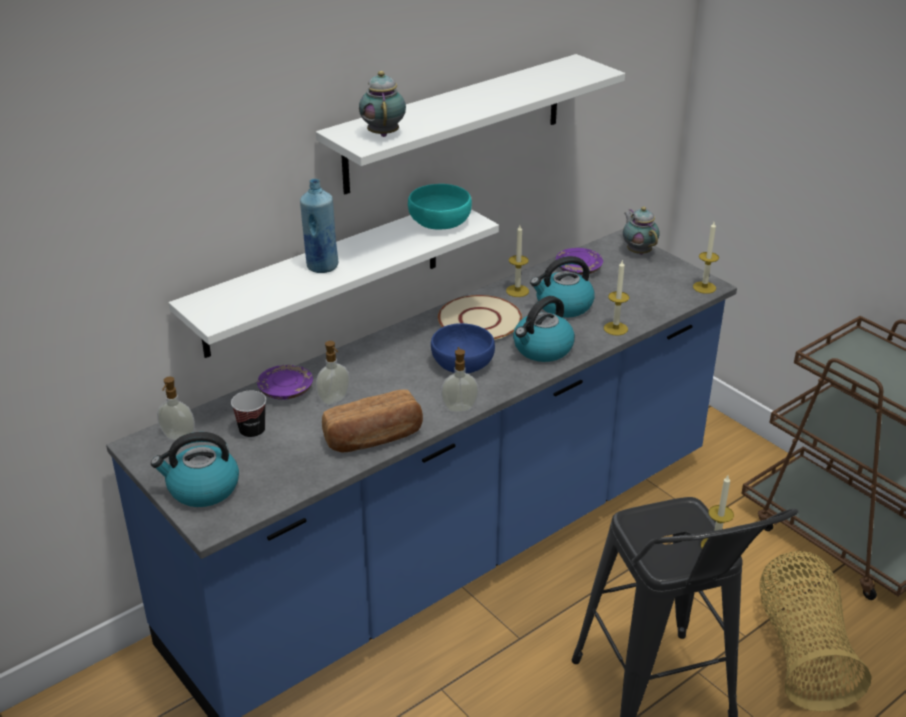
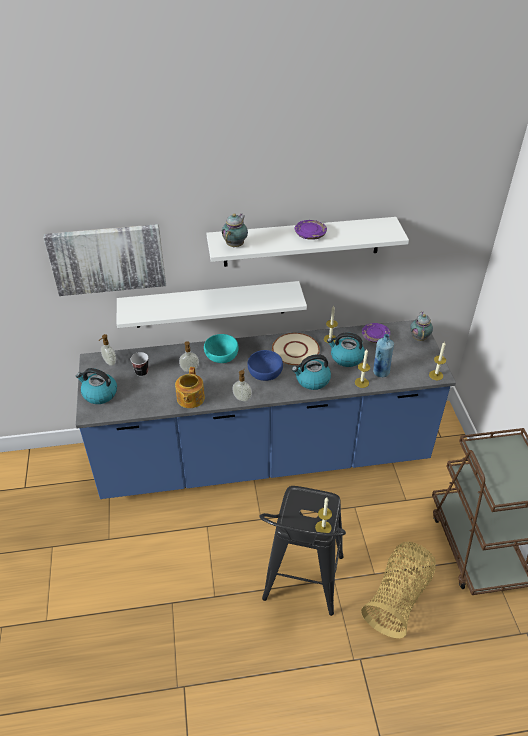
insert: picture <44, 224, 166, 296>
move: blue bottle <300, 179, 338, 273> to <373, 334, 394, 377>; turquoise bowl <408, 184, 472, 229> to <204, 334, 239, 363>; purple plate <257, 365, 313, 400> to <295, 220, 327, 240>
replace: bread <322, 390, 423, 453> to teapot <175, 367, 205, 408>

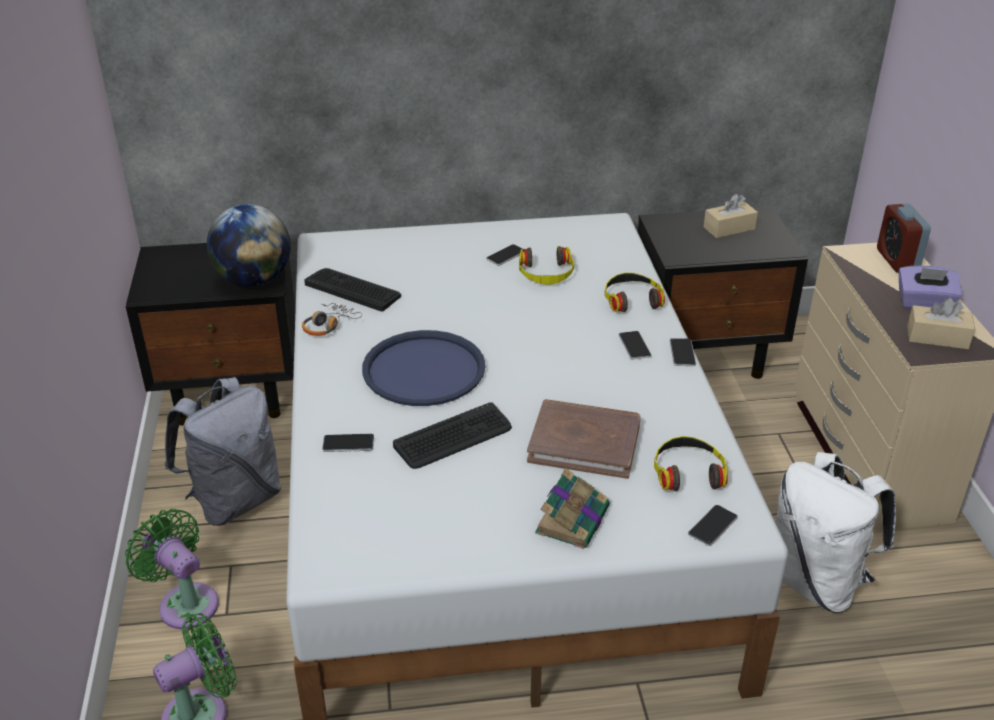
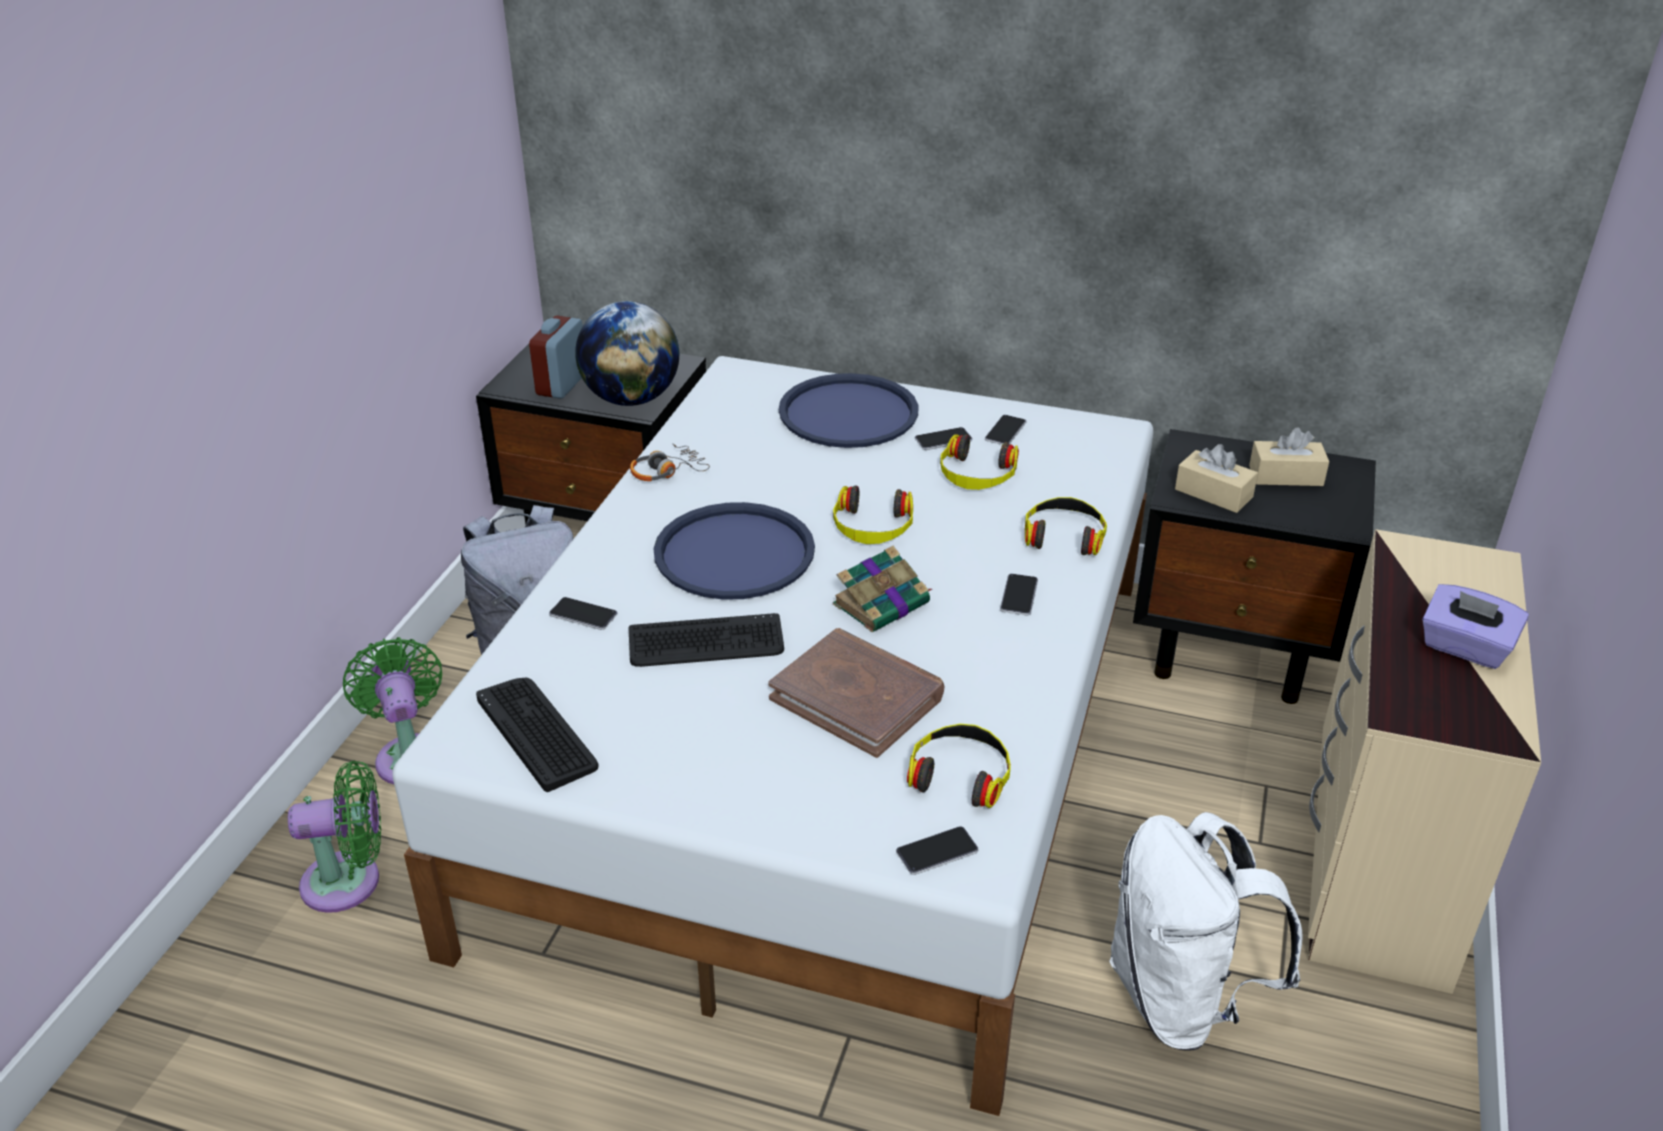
insert: blue tray <779, 373, 918, 448>; headphones <833, 485, 913, 544>
move: alarm clock <877, 204, 931, 273> to <529, 316, 583, 399>; keyboard <304, 268, 401, 311> to <476, 677, 599, 792>; beige tissue box <907, 297, 975, 349> to <1175, 444, 1258, 513>; phone <670, 338, 696, 366> to <985, 415, 1026, 445>; book <535, 468, 610, 549> to <833, 546, 932, 632>

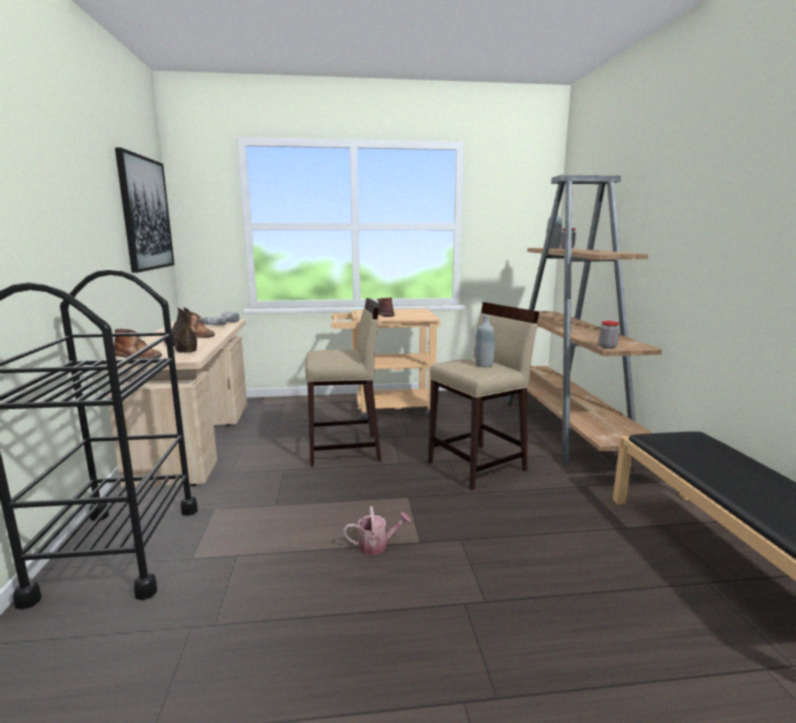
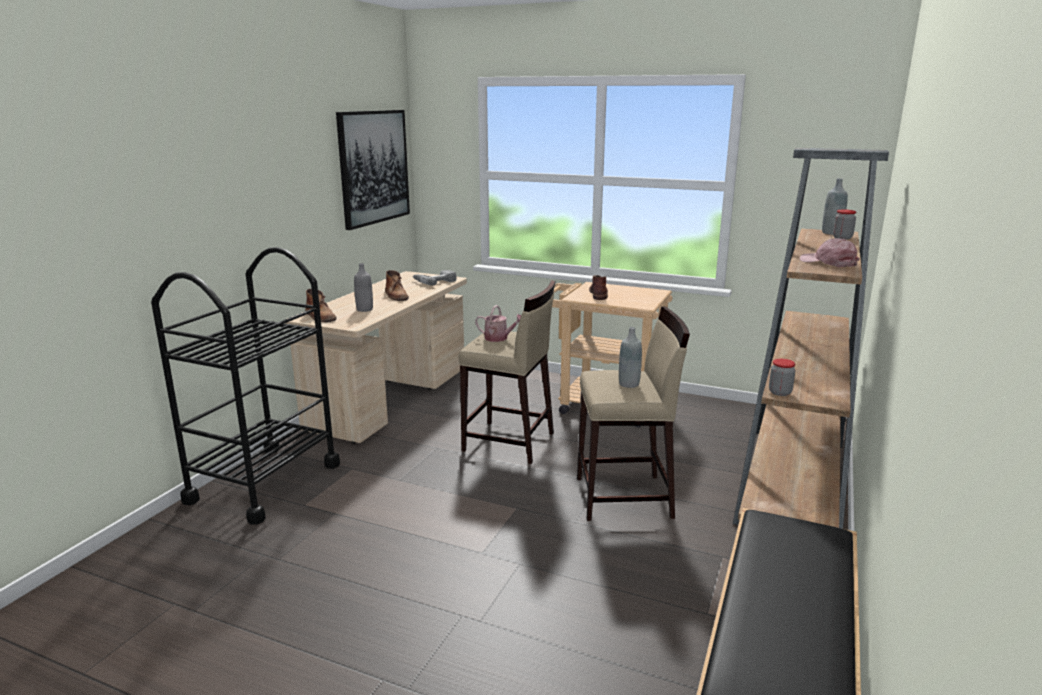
insert: pink cap <800, 238, 860, 267>
move: watering can <343, 506, 411, 555> to <475, 305, 521, 342>
replace: brown boot <164, 308, 197, 353> to grey bottle <354, 263, 373, 312>

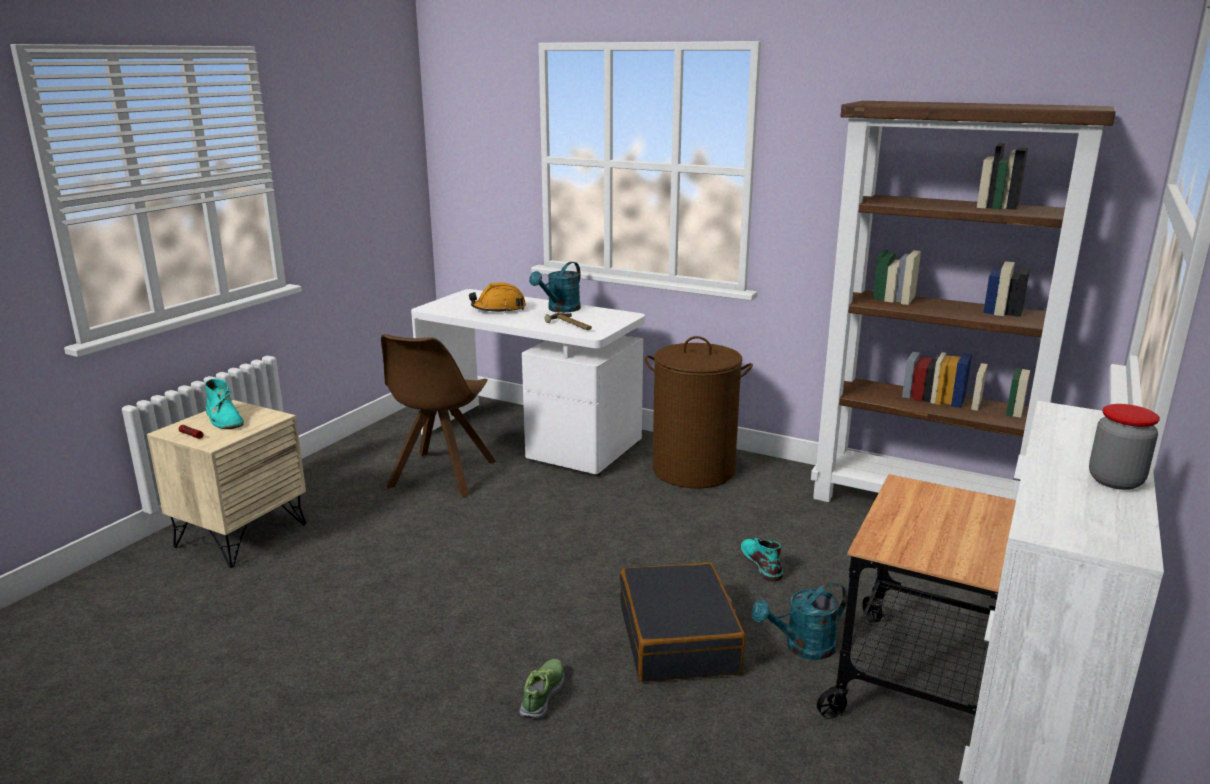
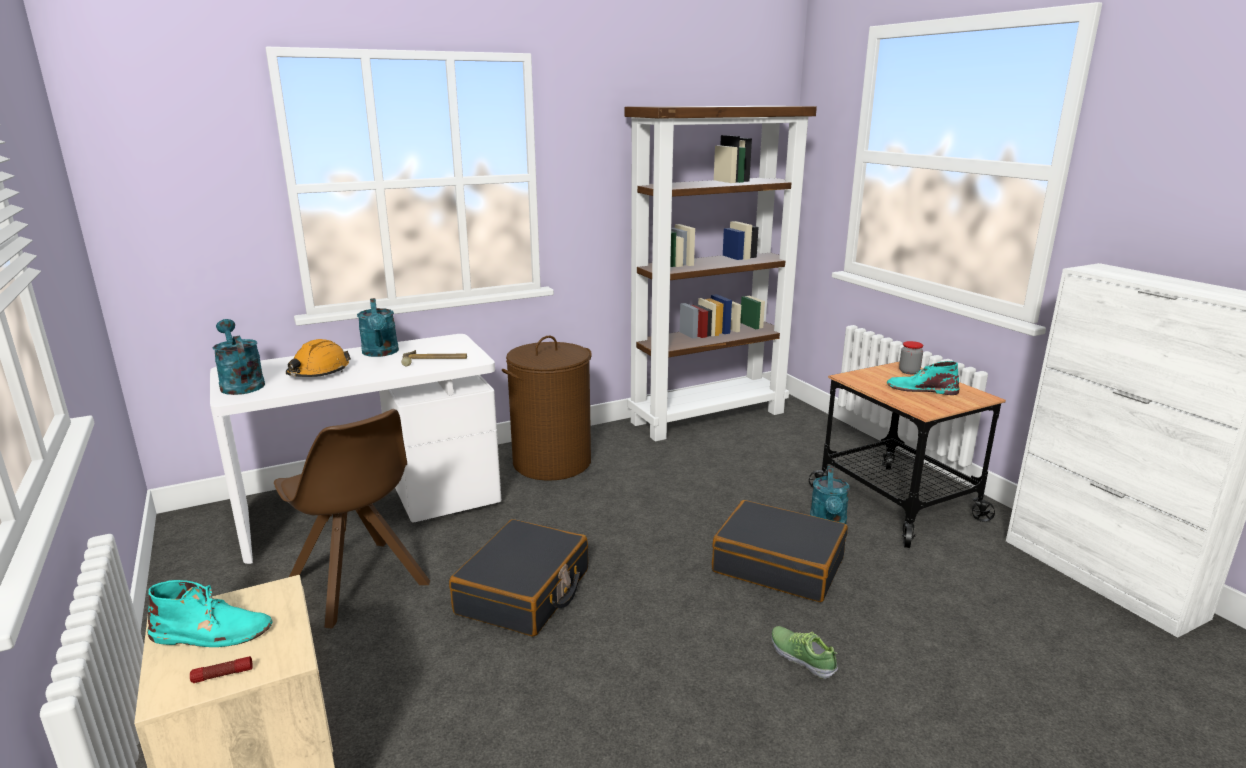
insert: turquoise watering can <213, 319, 265, 395>; black suitcase <449, 519, 588, 637>
move: jar <1089, 404, 1160, 490> to <899, 341, 923, 374>; turquoise boot <741, 538, 783, 582> to <887, 361, 959, 395>

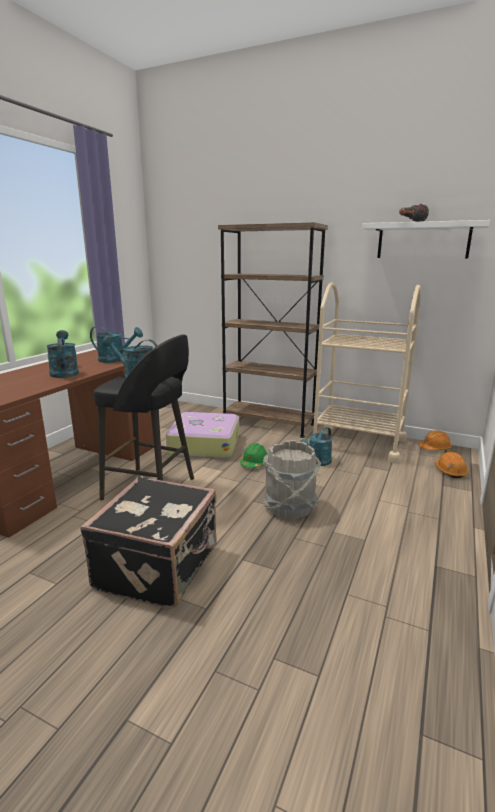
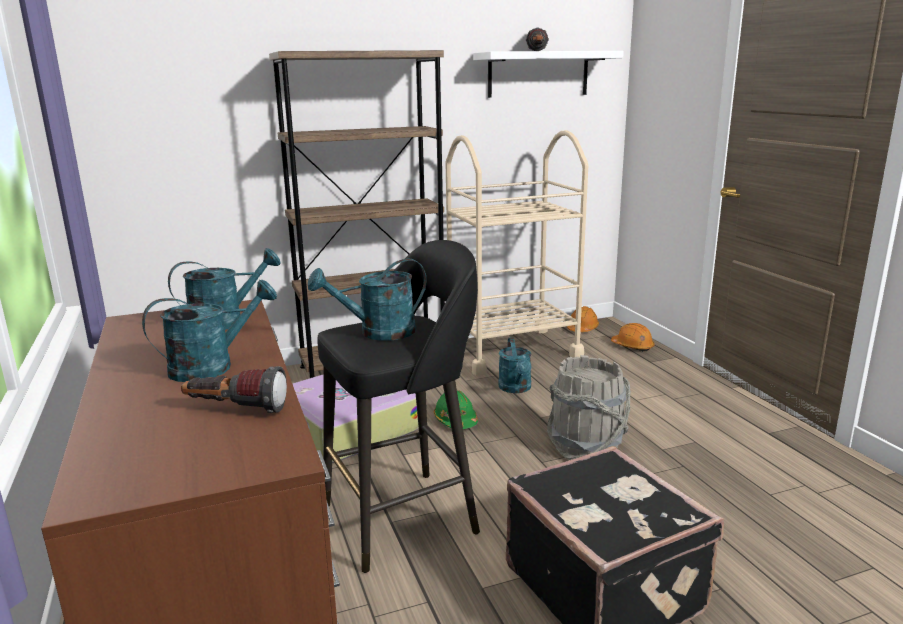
insert: flashlight <181, 366, 287, 413>
rotate: turquoise watering can <46, 330, 79, 378> = <142, 280, 277, 382> 120 degrees clockwise

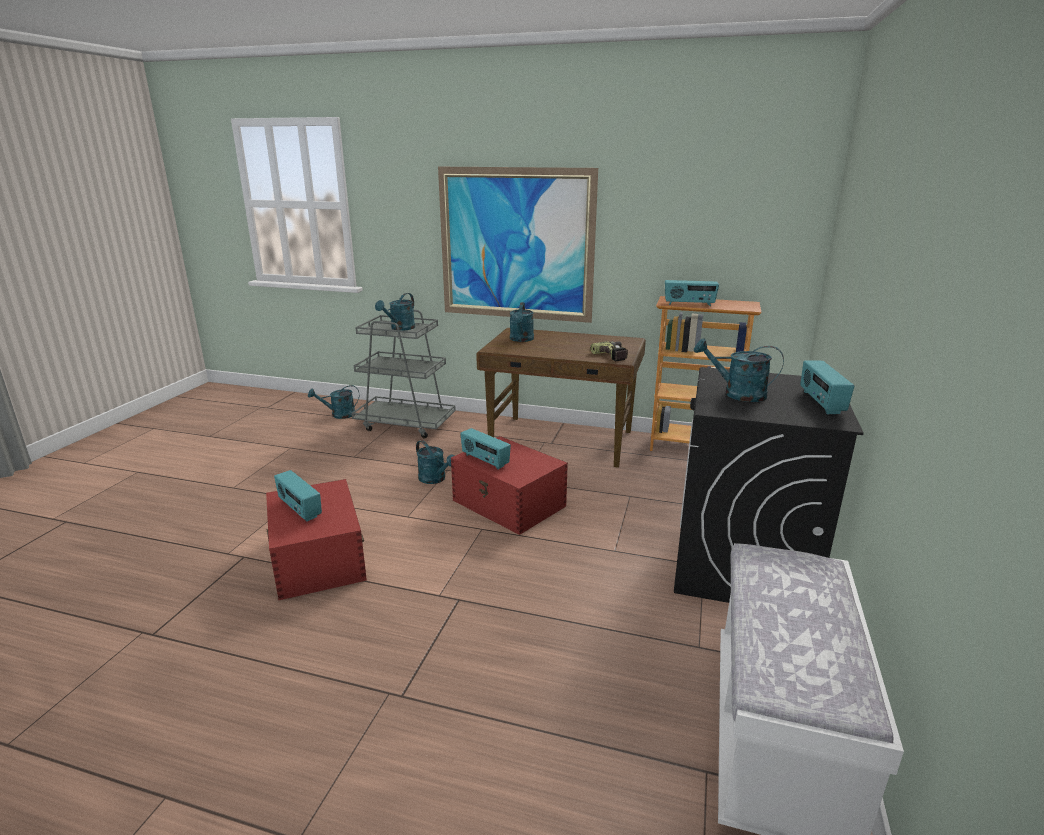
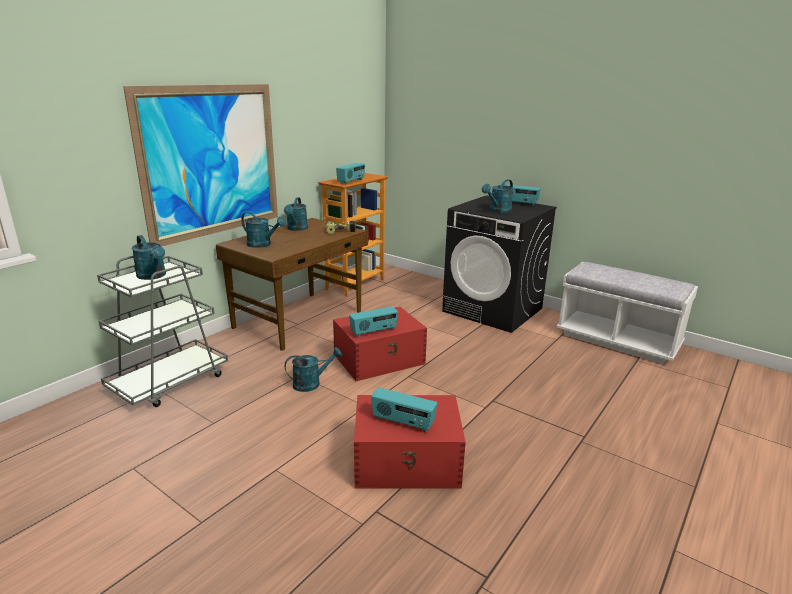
move: turquoise watering can <308, 385, 359, 419> to <284, 197, 308, 231>
rotate: radio <274, 470, 322, 522> = <371, 387, 437, 432> 45 degrees clockwise

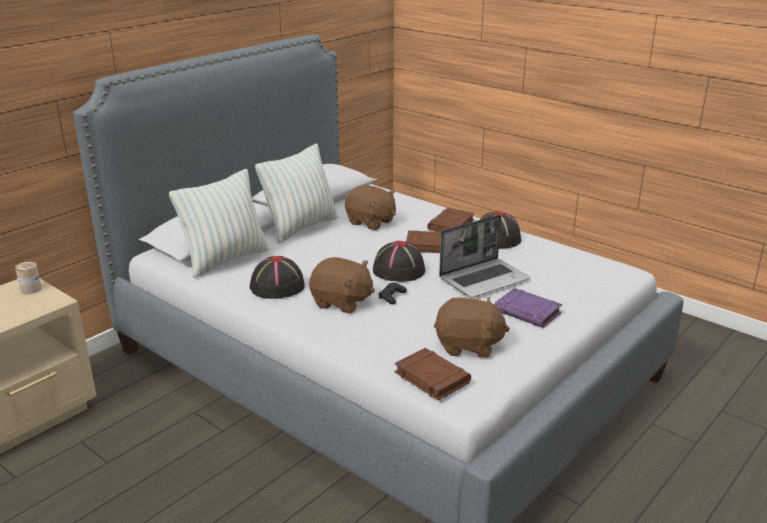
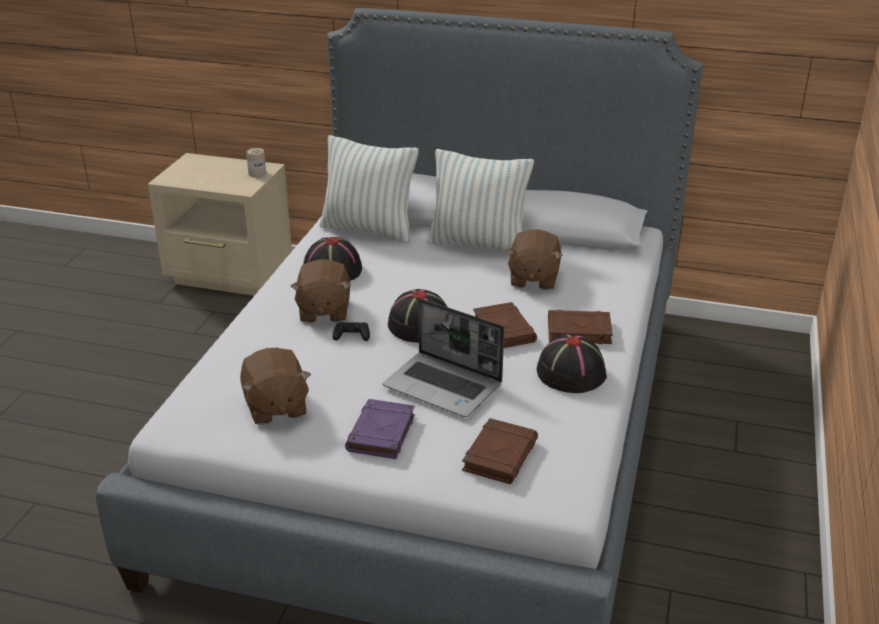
move: brown book <395, 348, 471, 401> to <462, 418, 538, 484>

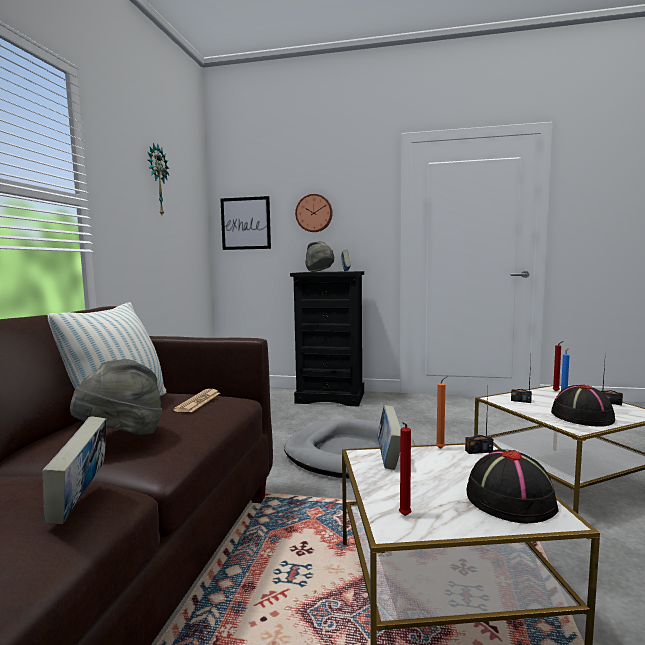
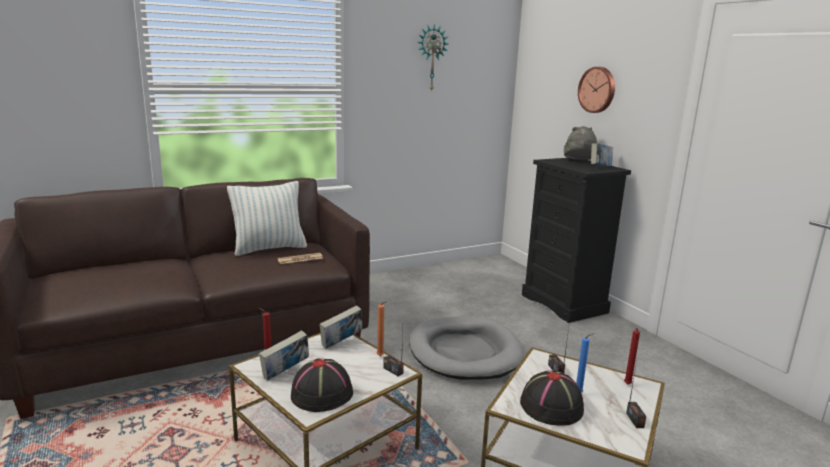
delete: picture <220, 196, 271, 250>; grey hat <70, 359, 162, 435>
move: book <42, 417, 107, 524> to <259, 330, 309, 380>

